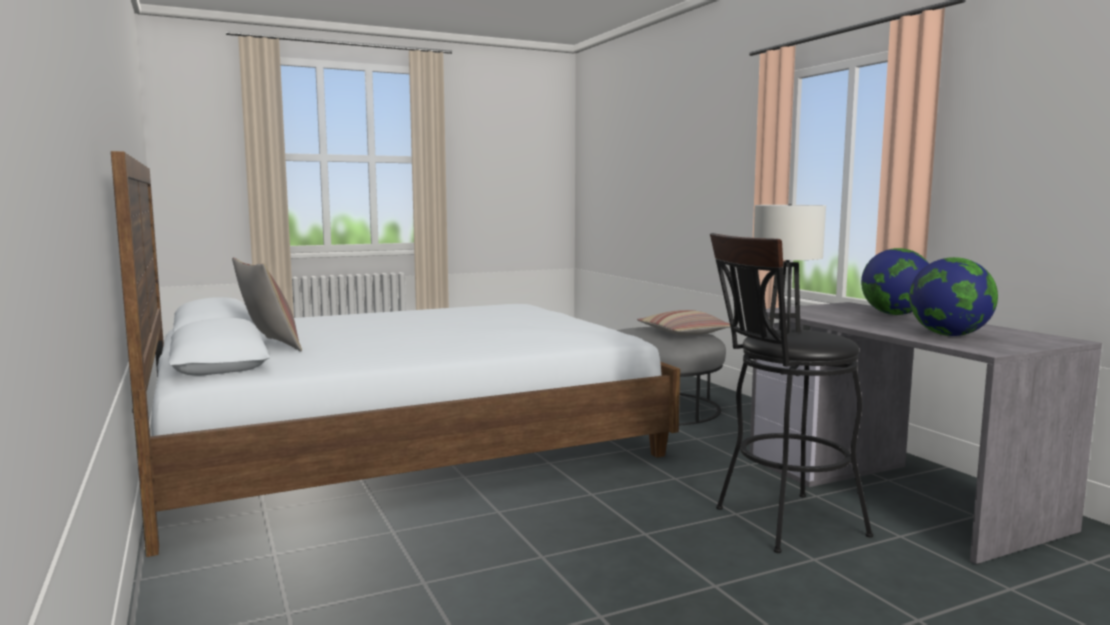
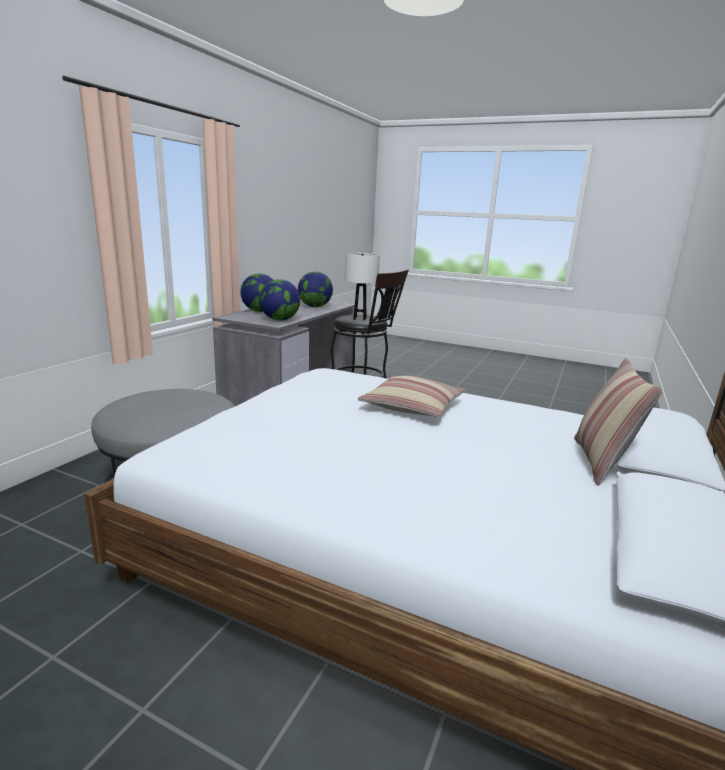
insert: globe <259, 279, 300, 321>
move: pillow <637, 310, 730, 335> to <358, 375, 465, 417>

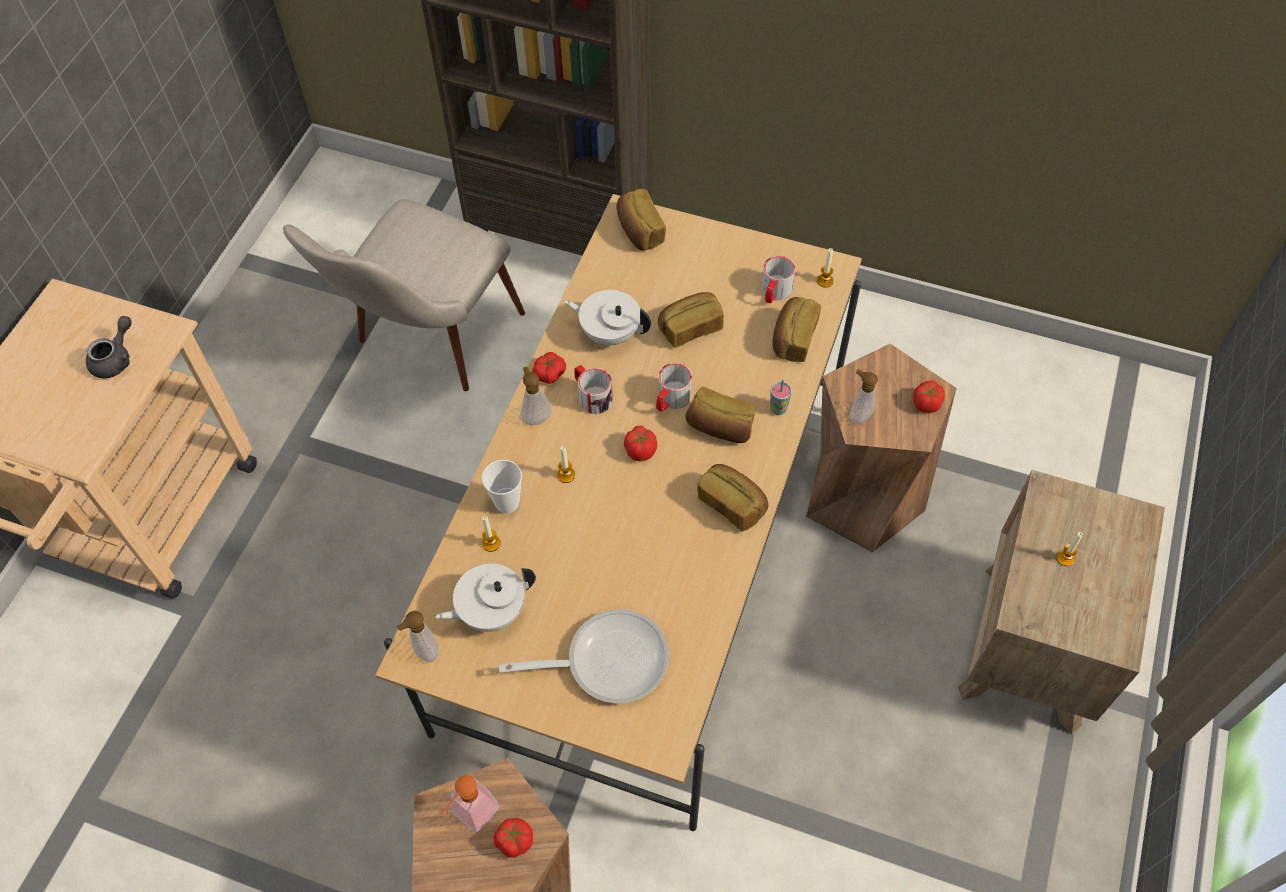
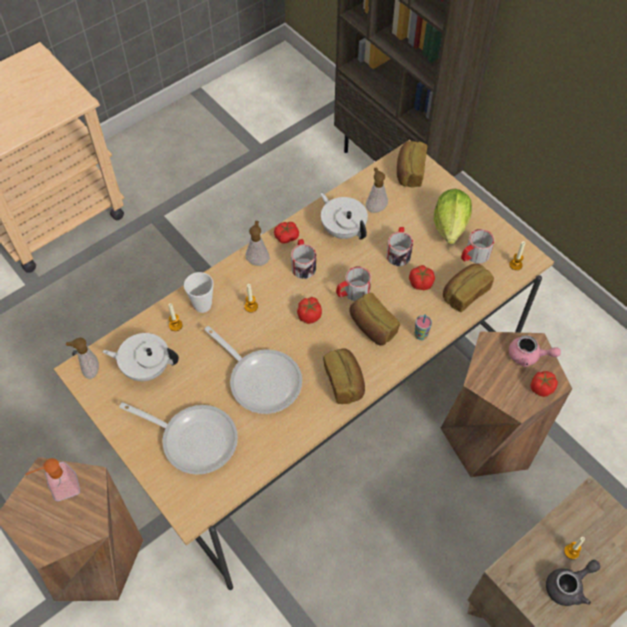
delete: beige chair <283, 199, 525, 391>
insert: lettuce <434, 189, 472, 244>; frying pan <204, 326, 302, 414>; pink teapot <509, 335, 561, 367>
move: grey teapot <86, 316, 132, 378> to <546, 560, 600, 606>; soap dispenser <850, 369, 878, 424> to <366, 167, 388, 213>; tomato <494, 818, 533, 858> to <409, 265, 435, 290>
replace: bread <658, 292, 724, 348> to mug <386, 227, 413, 266>

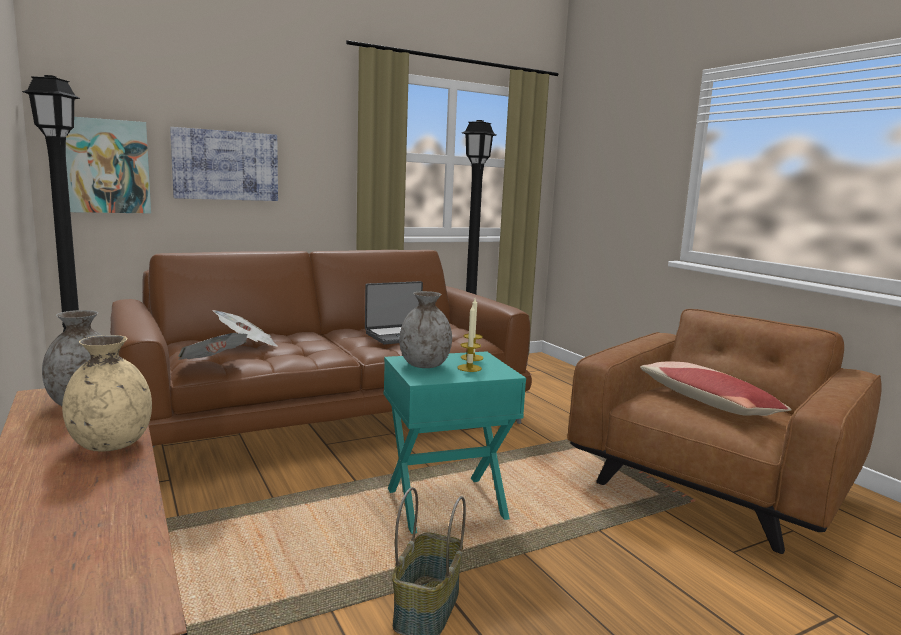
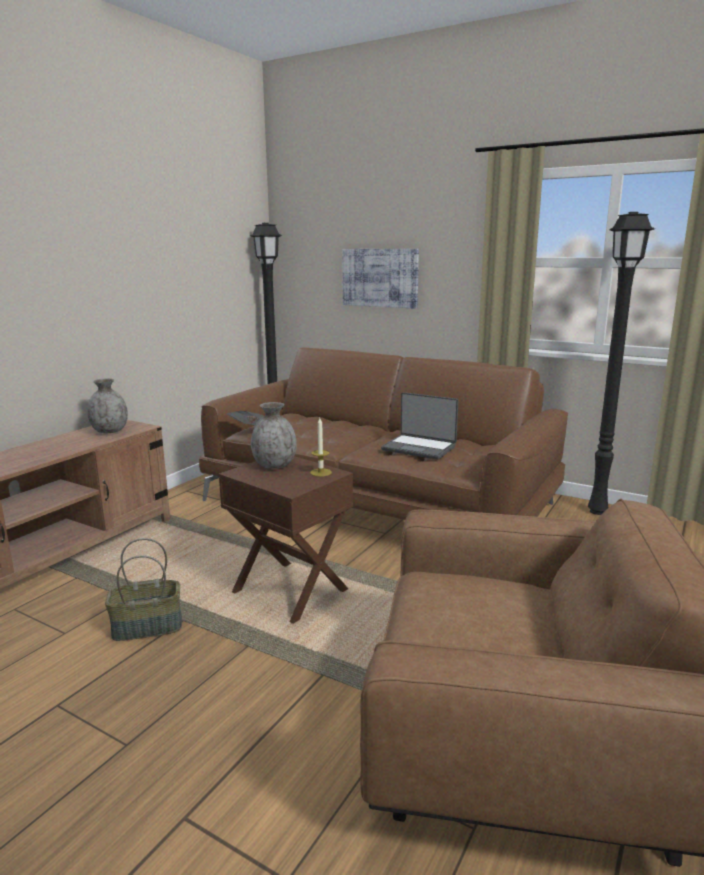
delete: picture <66, 117, 151, 213>; candle <457, 305, 482, 372>; newspaper <213, 310, 278, 347>; beige vase <62, 335, 152, 452>; pillow <640, 362, 792, 416>
recolor: turquoise side table <384, 351, 526, 534> to brown side table <219, 456, 353, 624>

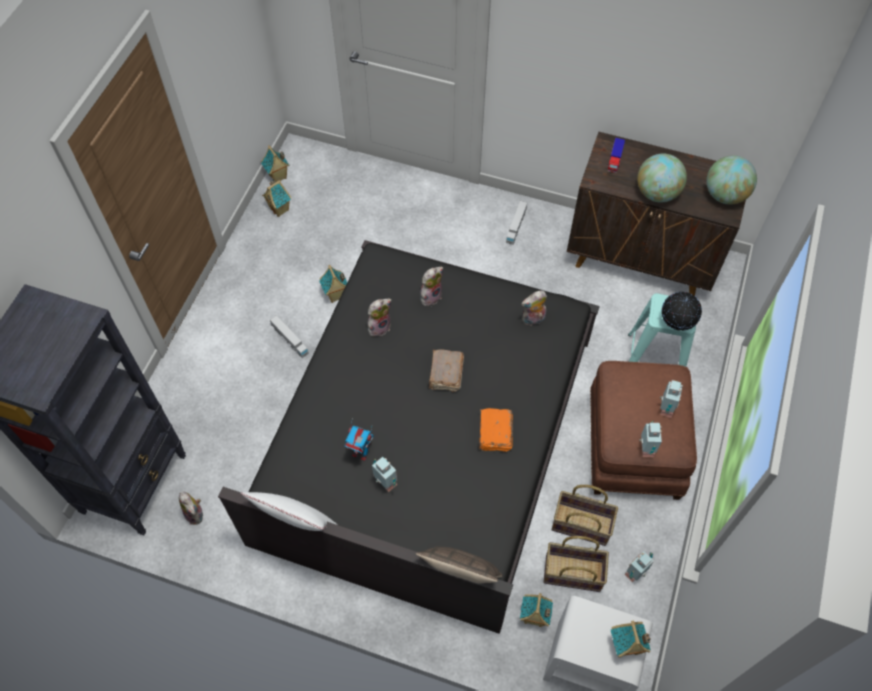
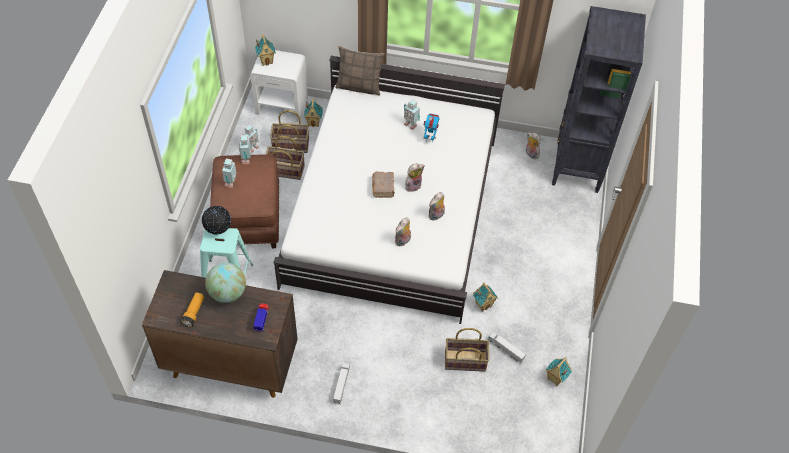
delete: toy house <261, 146, 289, 182>; globe <706, 155, 757, 205>; orange book <479, 408, 513, 452>; white pillow <241, 492, 338, 531>
insert: flashlight <180, 292, 204, 327>; basket <445, 328, 489, 372>
move: plush toy <521, 291, 547, 326> to <405, 163, 425, 192>; toy truck <270, 315, 309, 358> to <488, 332, 526, 363>
recolor: black bed <218, 240, 600, 634> to white bed <273, 56, 505, 324>

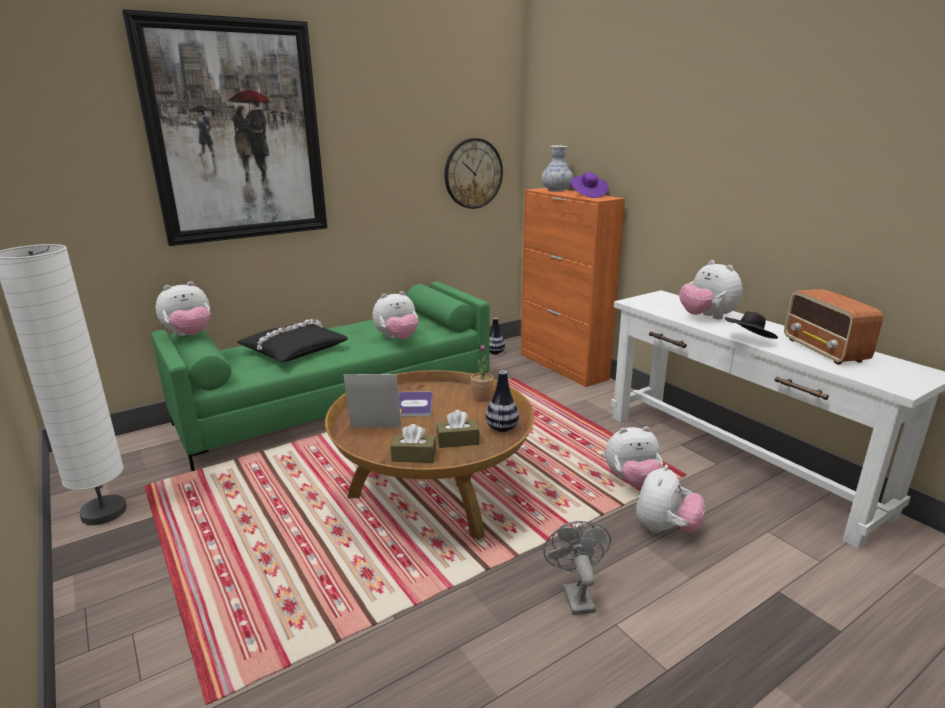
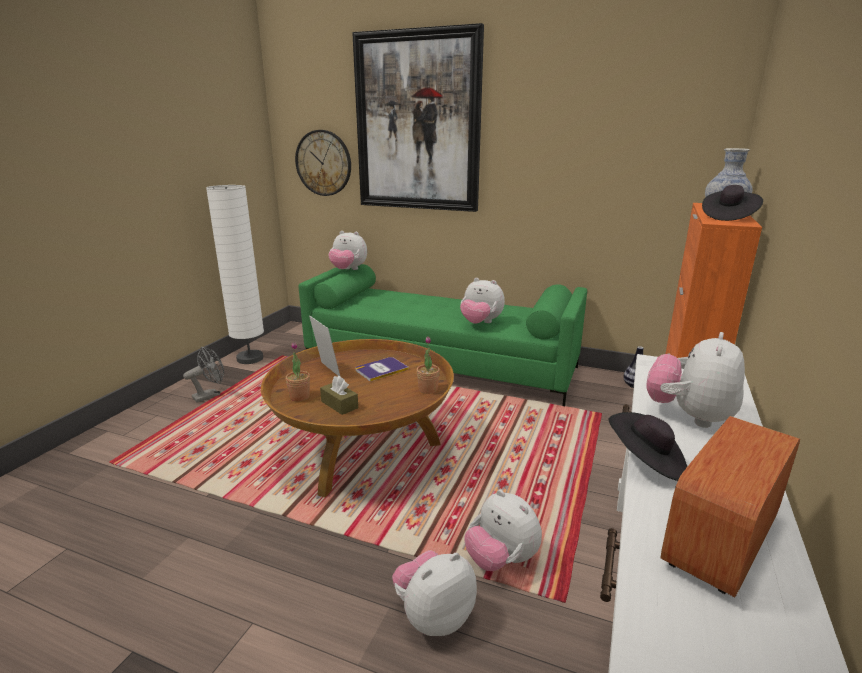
delete: black pillow <237, 319, 348, 362>; vase <486, 371, 519, 432>
move: wall clock <445, 138, 503, 209> to <295, 130, 351, 196>; grey fan <543, 521, 611, 615> to <183, 347, 224, 403>
replace: brown tissue box <390, 424, 436, 463> to potted plant <286, 342, 310, 401>
recolor: purple hat <571, 172, 608, 198> to black hat <702, 185, 763, 221>
rotate: plush toy <636, 465, 705, 534> = <392, 550, 477, 636> 150 degrees clockwise

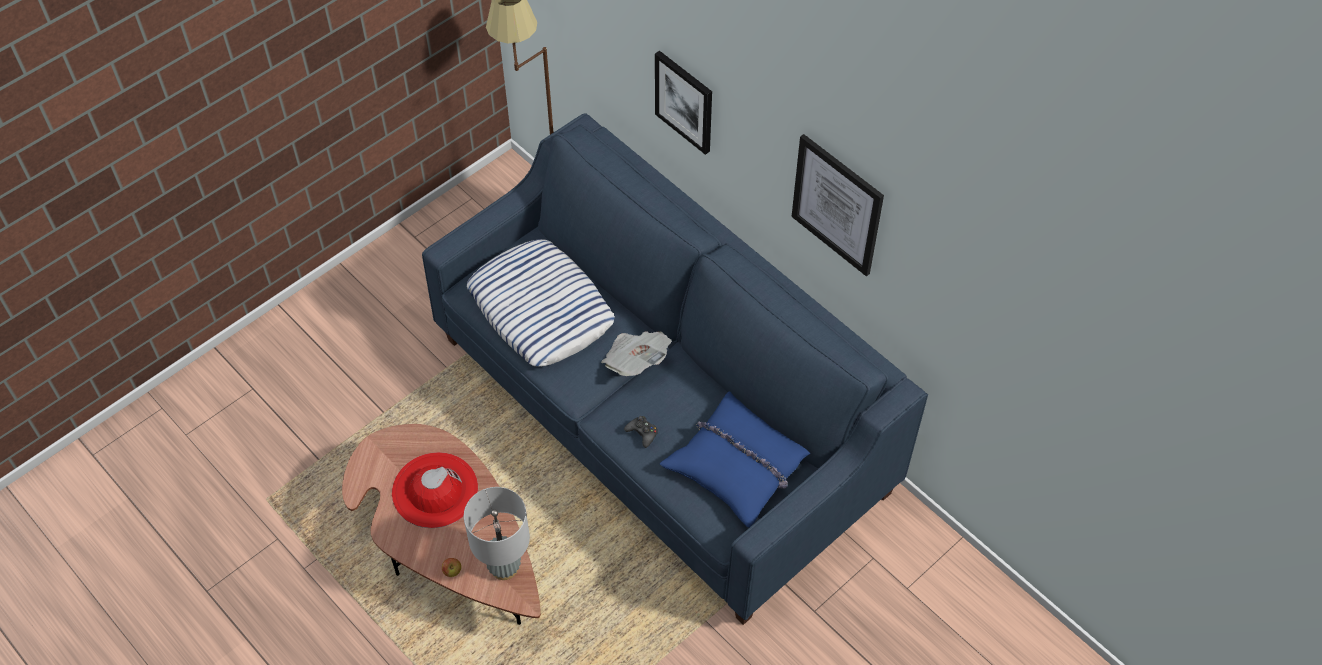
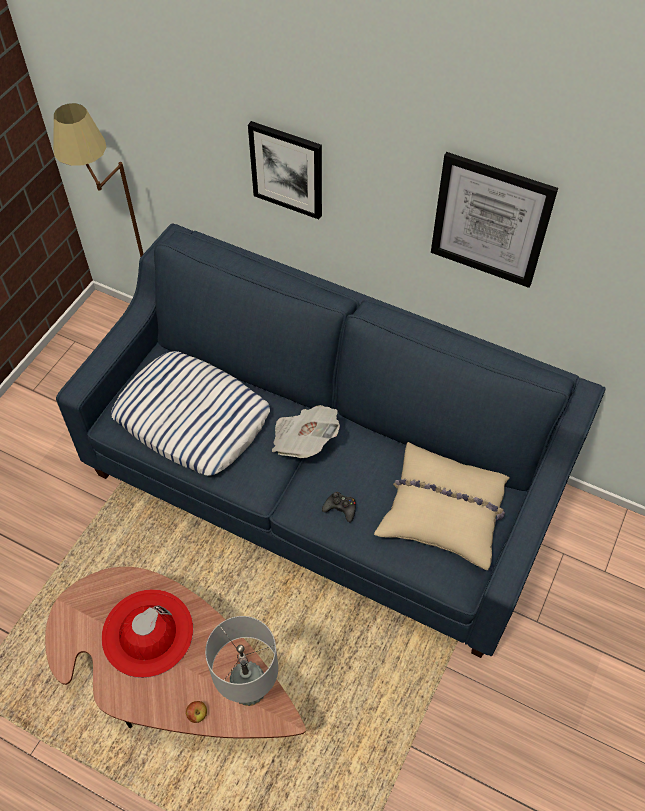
recolor: blue pillow <660, 391, 810, 528> to beige pillow <374, 442, 509, 570>

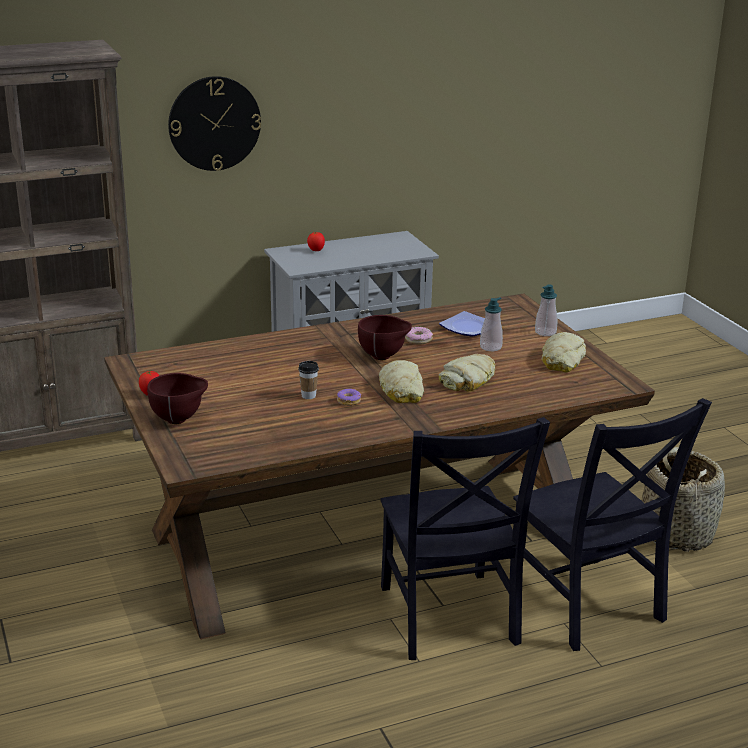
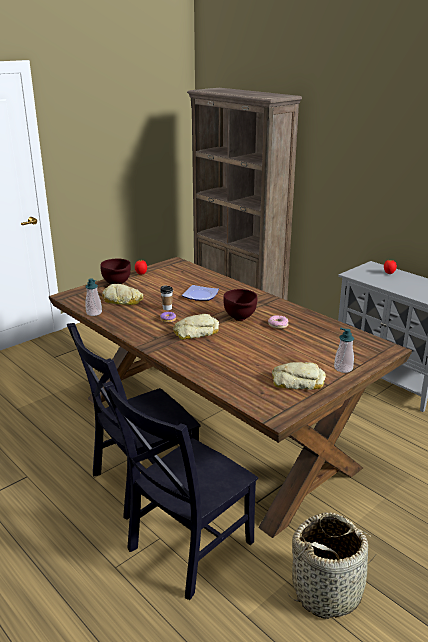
delete: wall clock <168, 76, 261, 171>
move: soap dispenser <480, 297, 503, 351> to <85, 278, 102, 316>; plate <439, 311, 485, 337> to <182, 285, 219, 301>; bread <438, 354, 496, 392> to <102, 284, 143, 305>

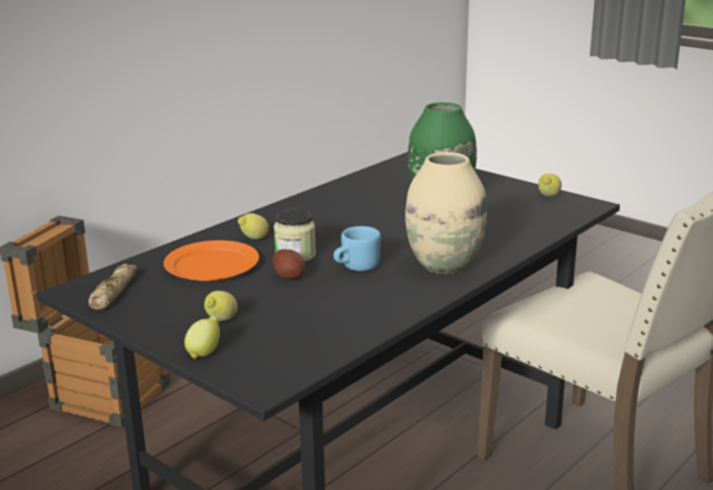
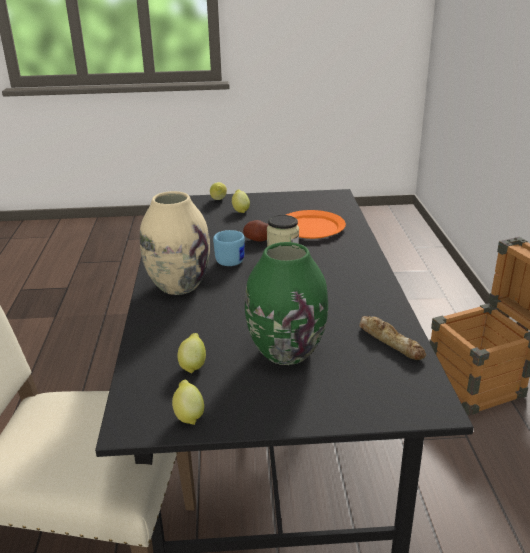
move: lemon <238, 213, 269, 239> to <177, 333, 206, 374>; bread <88, 263, 137, 310> to <359, 316, 426, 360>

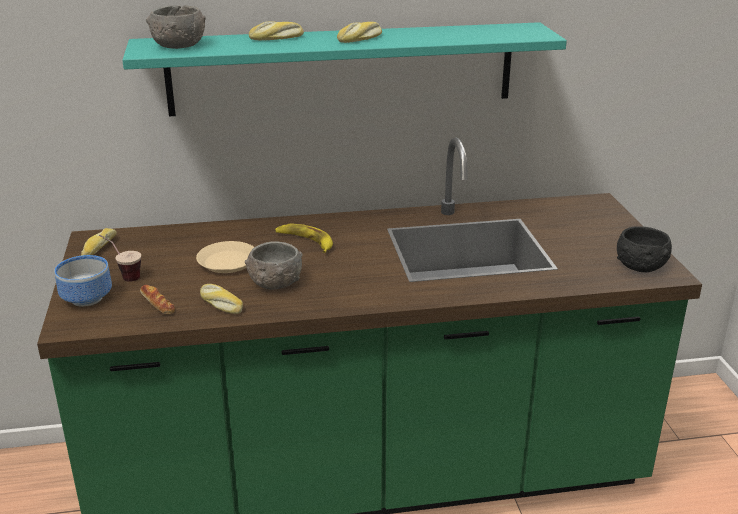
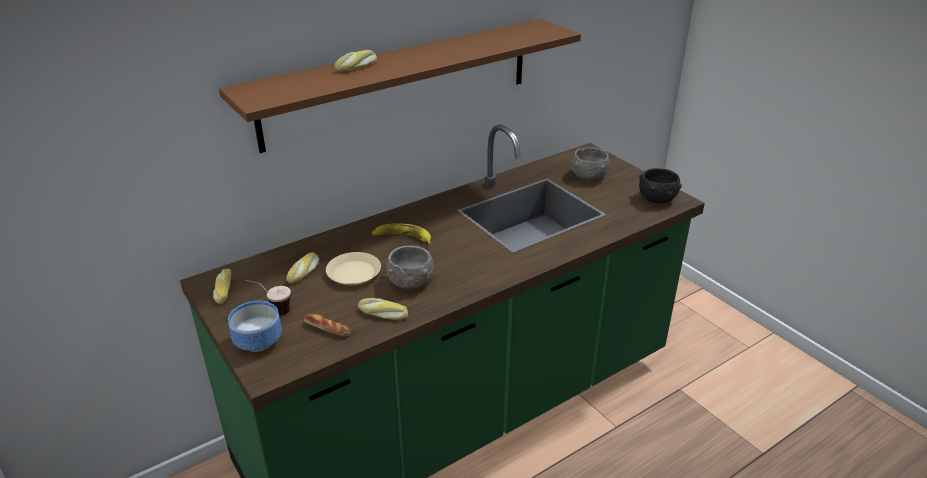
move: grey bowl <146, 5, 206, 49> to <572, 147, 610, 181>; bread <337, 22, 382, 43> to <287, 252, 319, 284>
recolor: turquoise shelf <122, 22, 567, 116> to brown shelf <219, 19, 581, 153>

